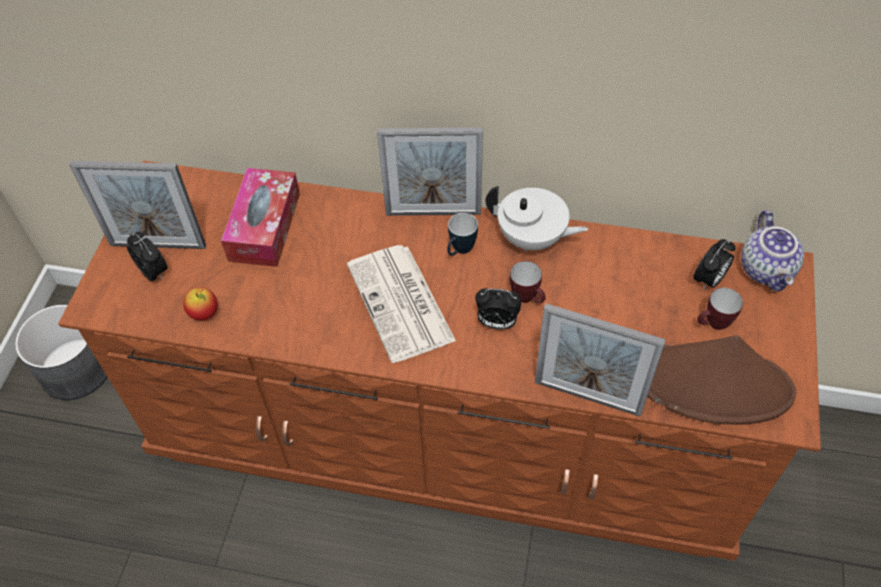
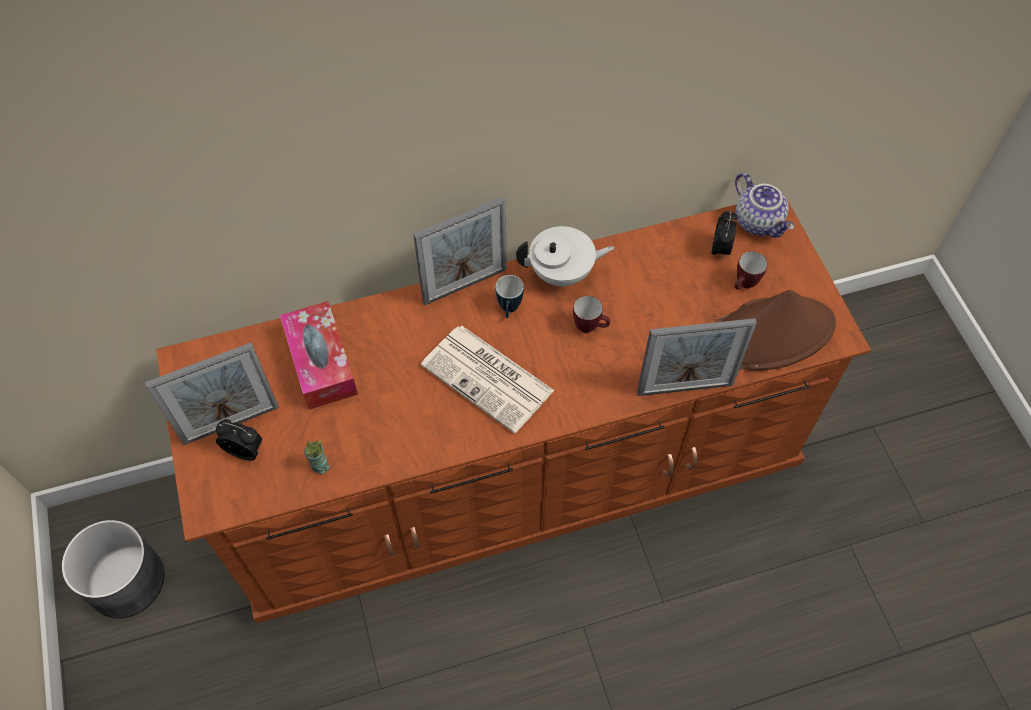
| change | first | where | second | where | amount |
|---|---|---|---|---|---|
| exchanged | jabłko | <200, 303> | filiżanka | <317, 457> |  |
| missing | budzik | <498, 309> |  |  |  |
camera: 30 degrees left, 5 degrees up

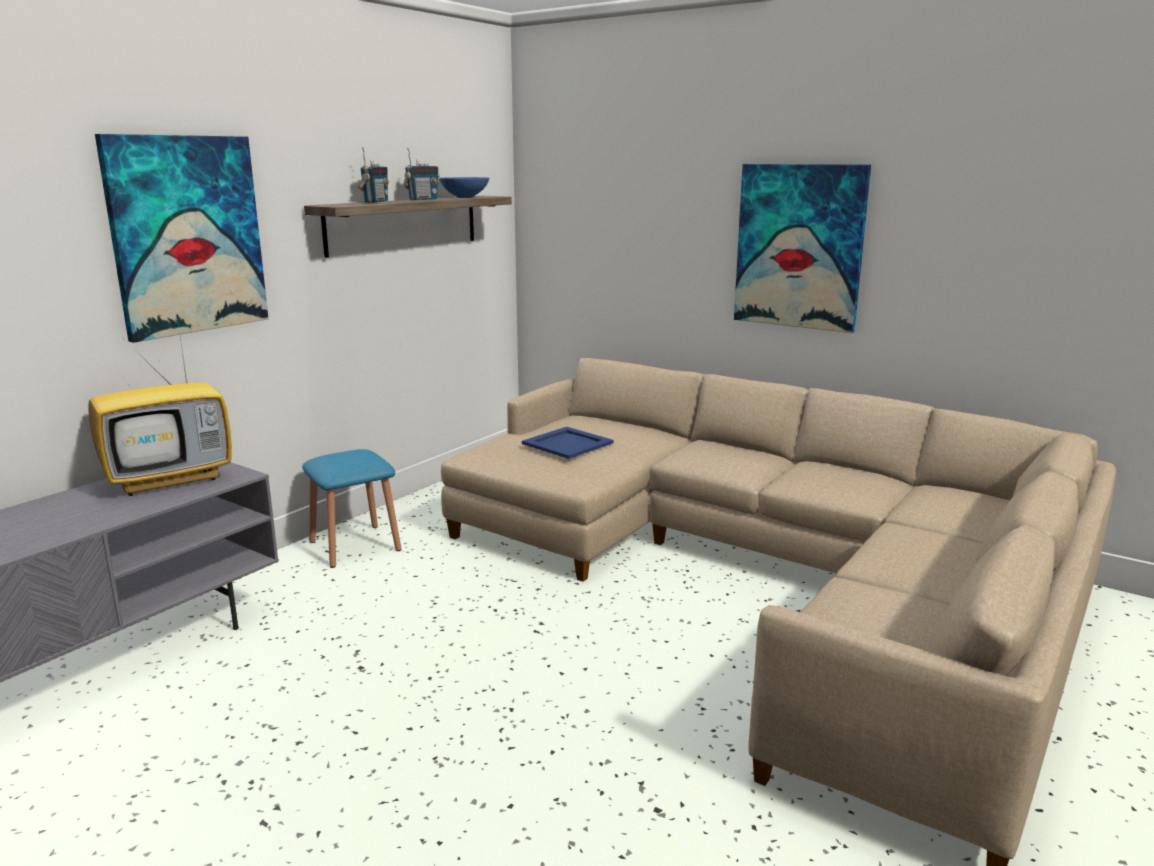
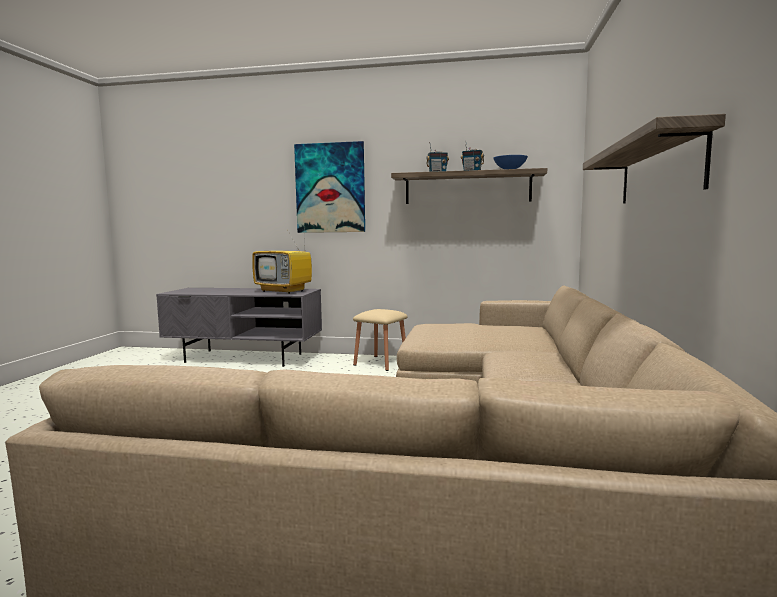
| change | first | where | second | where | amount |
|---|---|---|---|---|---|
| exchanged | obraz | <802, 248> | półka | <654, 158> |  |
| missing | taca/niebieski | <568, 443> |  |  |  |
| colour | stołek/niebieski | <352, 508> | stołek/beżowy | <380, 340> |  |
camera: 65 degrees right, 10 degrees down

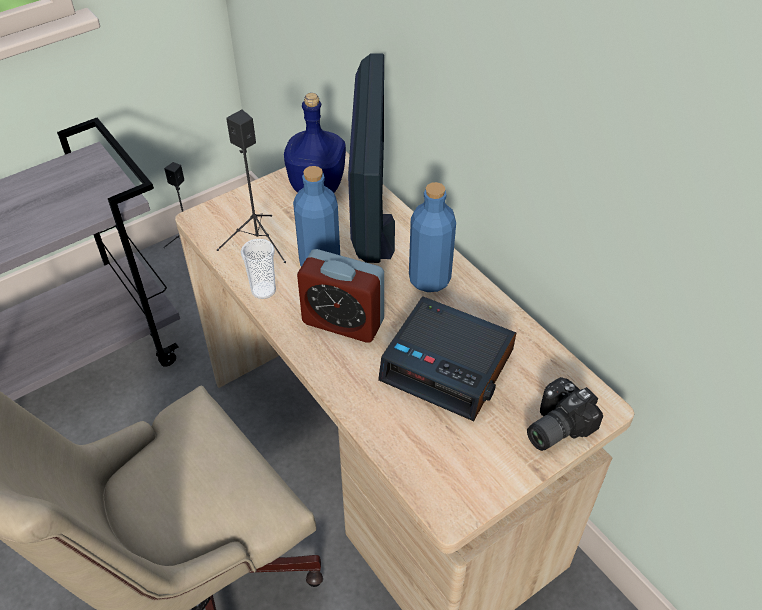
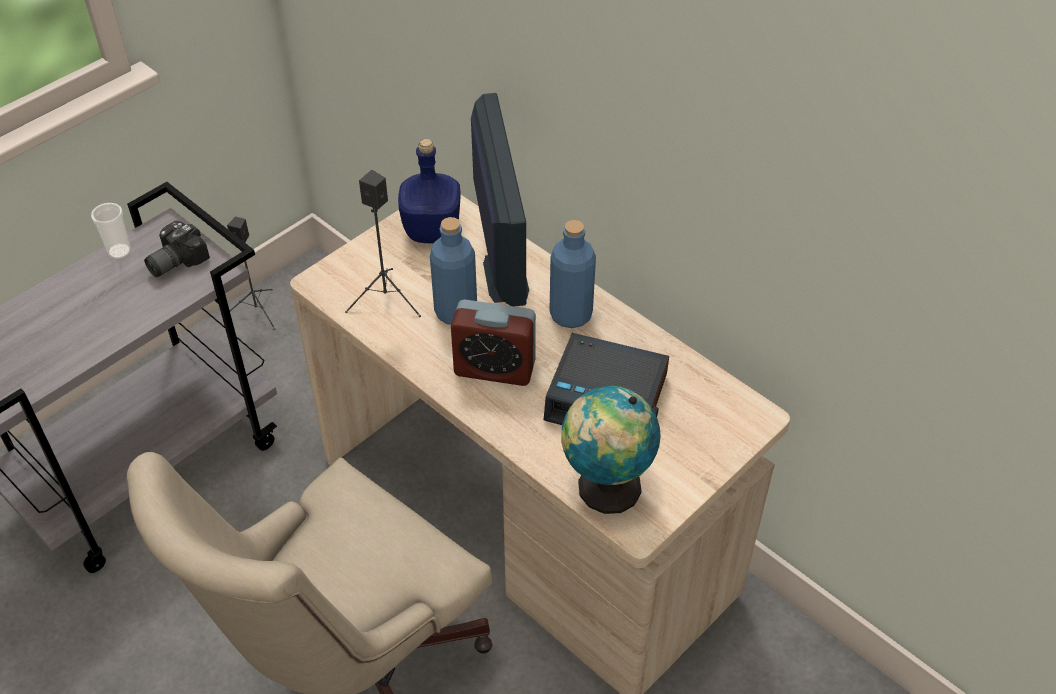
| change | first | where | second | where | amount |
|---|---|---|---|---|---|
| relocated | filiżanka | <258, 269> |  | <111, 231> |  |
| relocated | aparat fotograficzny | <565, 414> |  | <177, 249> |  |
| appeared |  |  | globus | <611, 450> |  |
camera: 10 degrees left, 0 degrees up

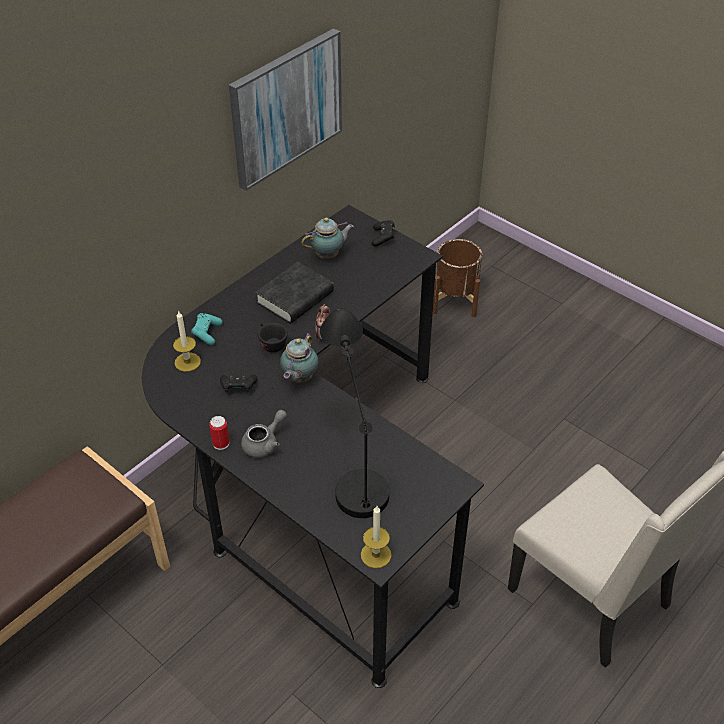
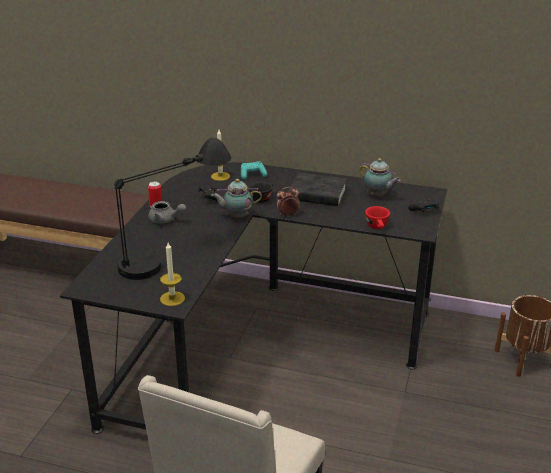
| change | first | where | second | where | amount |
|---|---|---|---|---|---|
| missing | obraz | <285, 109> |  |  |  |
| relocated | świeca | <376, 537> |  | <172, 274> |  |
| appeared |  |  | filiżanka/czerwony | <377, 217> |  |
camera: 65 degrees right, 15 degrees down

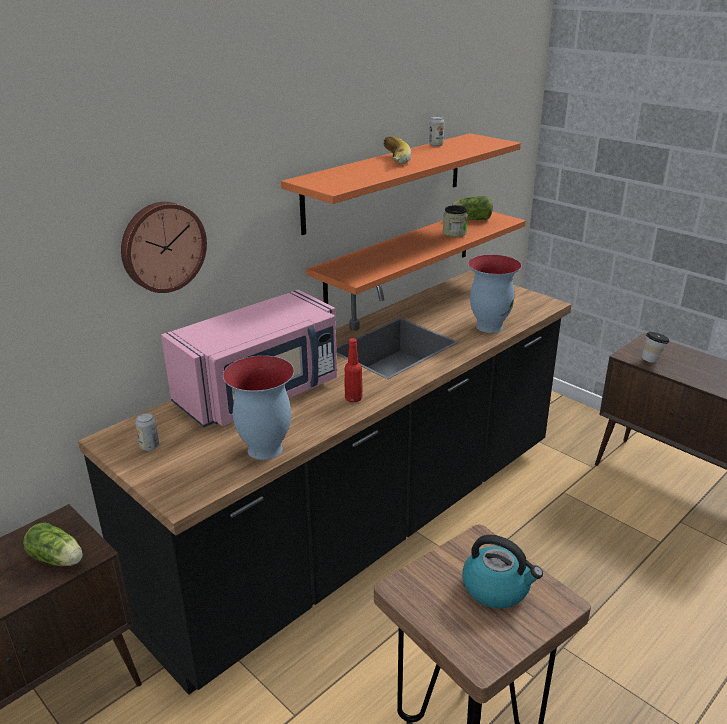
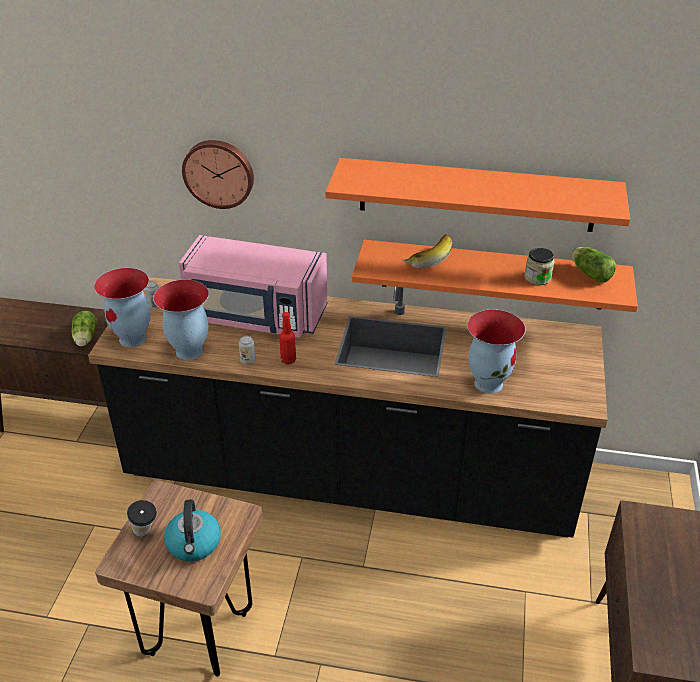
| change | first | where | second | where | amount |
|---|---|---|---|---|---|
| relocated | puszka | <436, 131> |  | <247, 350> |  |
| relocated | banan | <397, 150> |  | <427, 251> |  |
| relocated | filiżanka | <656, 347> |  | <142, 518> |  |
| appeared |  |  | wazon | <122, 307> |  |
camera: 55 degrees right, 10 degrees up

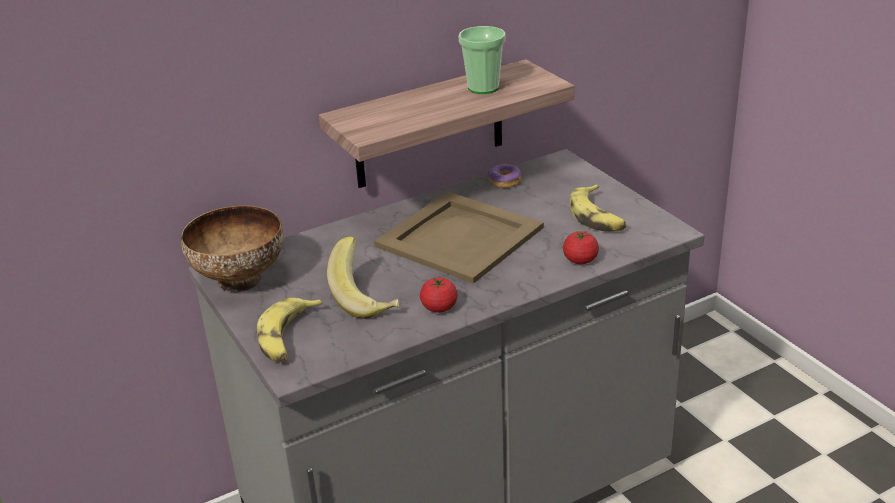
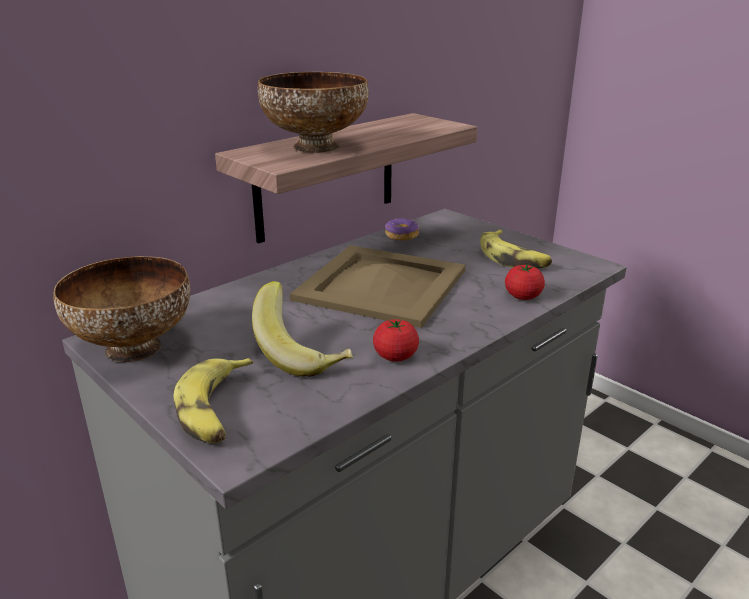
| change | first | where | second | where | amount |
|---|---|---|---|---|---|
| missing | filiżanka | <482, 60> |  |  |  |
| appeared |  |  | miska | <313, 112> |  |
camera: 15 degrees left, 5 degrees down

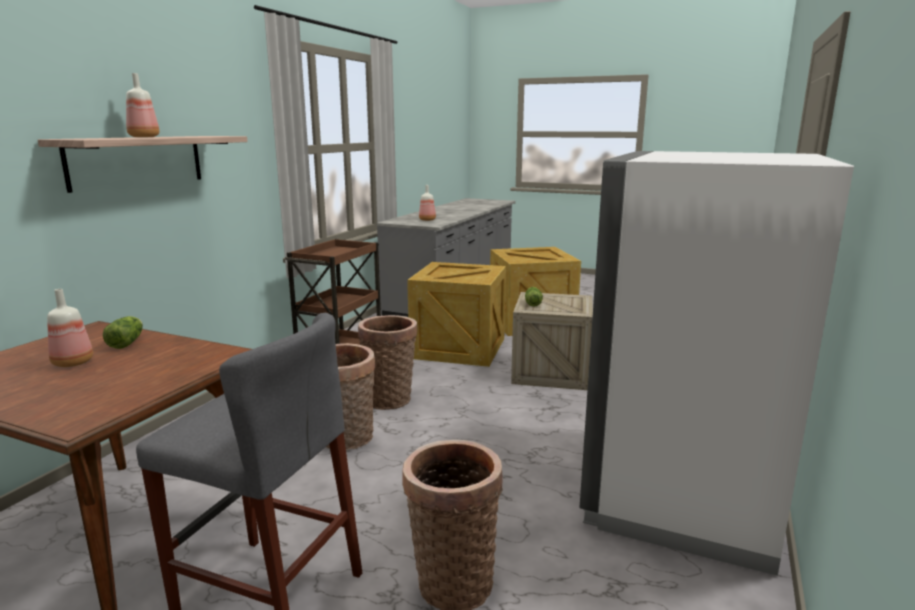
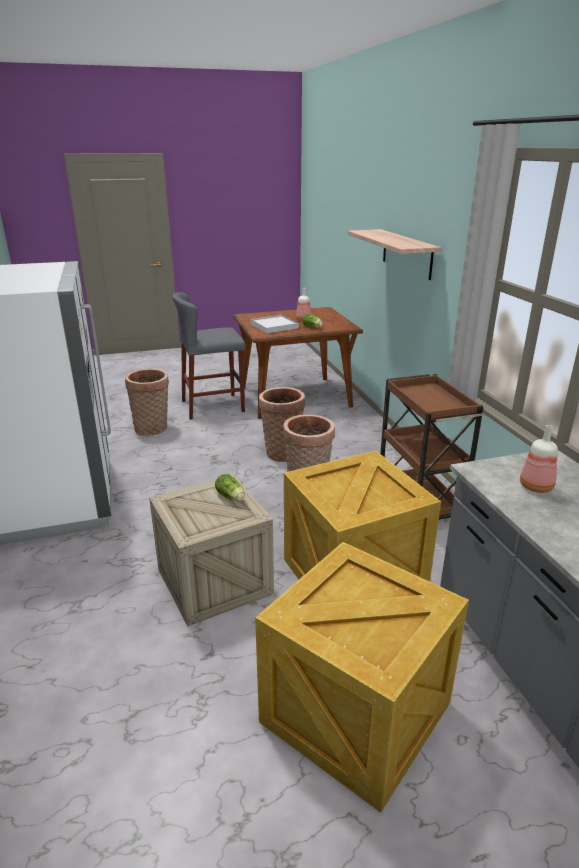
| change | first | where | second | where | amount |
|---|---|---|---|---|---|
| missing | butelka | <143, 105> |  |  |  |
| appeared |  |  | taca/biały | <275, 324> |  |
camera: 140 degrees right, 10 degrees up

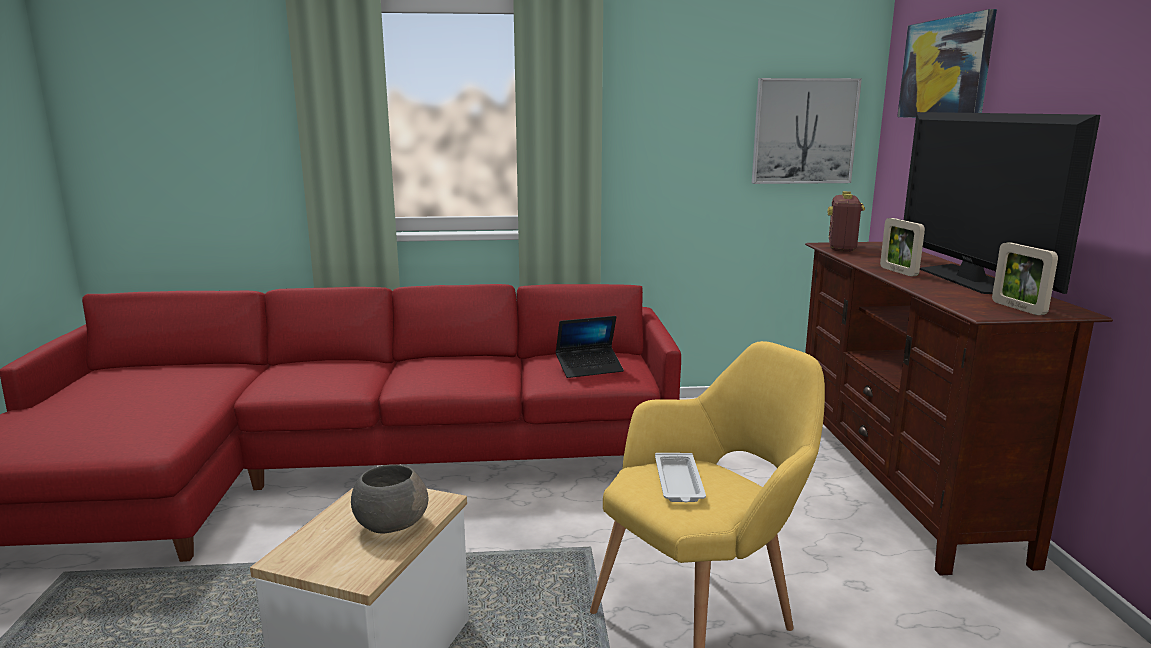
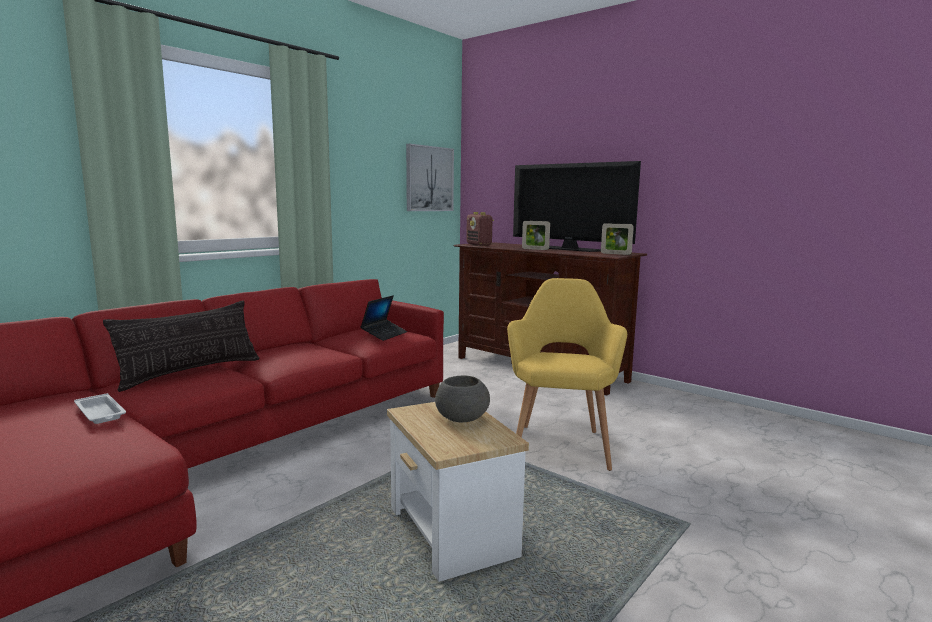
| change | first | where | second | where | amount |
|---|---|---|---|---|---|
| missing | obraz | <947, 63> |  |  |  |
| relocated | taca/biały | <680, 477> |  | <100, 408> |  |
| appeared |  |  | poduszka | <181, 346> |  |
camera: 45 degrees left, 5 degrees down

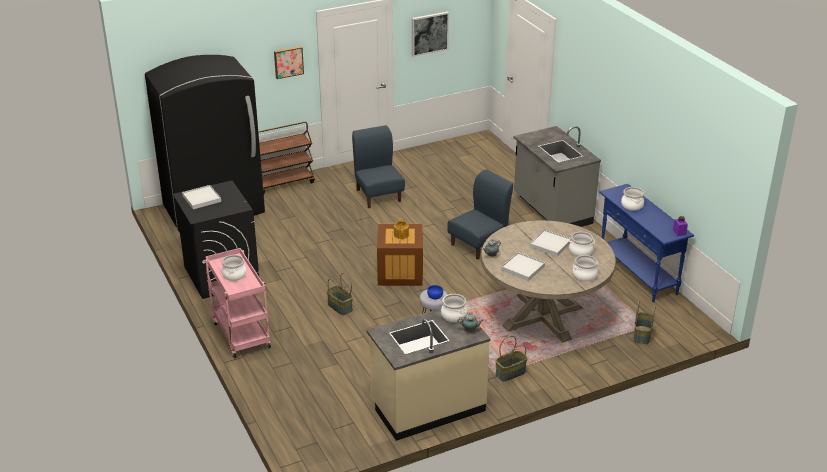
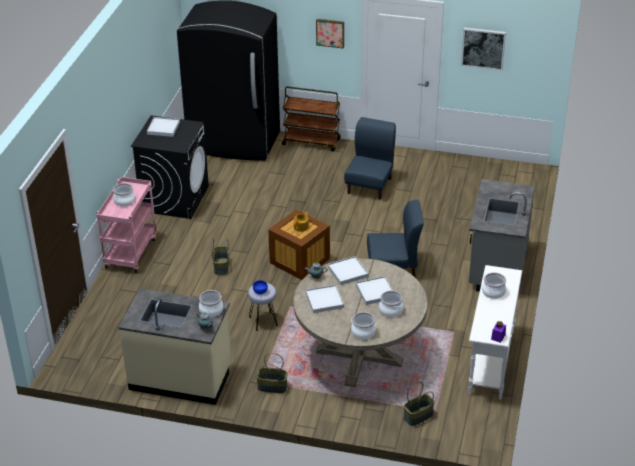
| change | first | where | second | where | amount |
|---|---|---|---|---|---|
| colour | stolik konsolowy/niebieski | <646, 243> | stolik konsolowy/biały | <495, 332> |  |
| appeared |  |  | taca/biały | <348, 270> |  |
camera: 40 degrees right, 5 degrees up

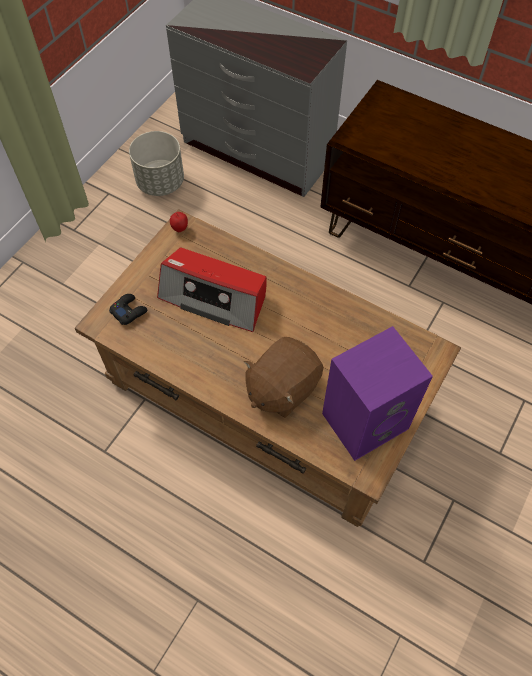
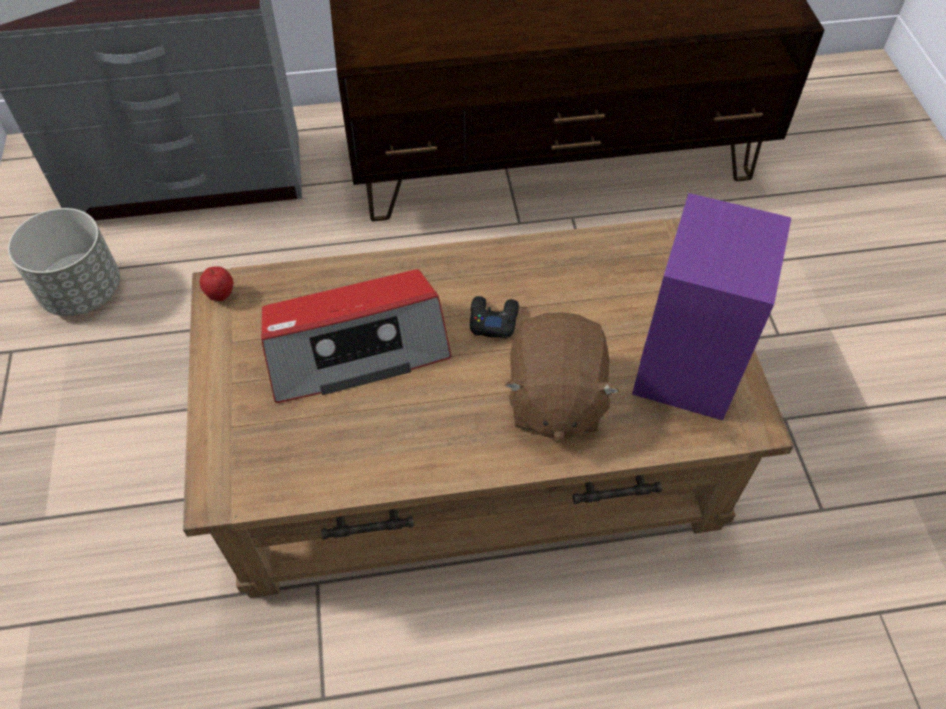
| change | first | where | second | where | amount |
|---|---|---|---|---|---|
| relocated | pad do gier/czarny | <128, 309> |  | <494, 317> |  |
camera: 40 degrees left, 5 degrees down

